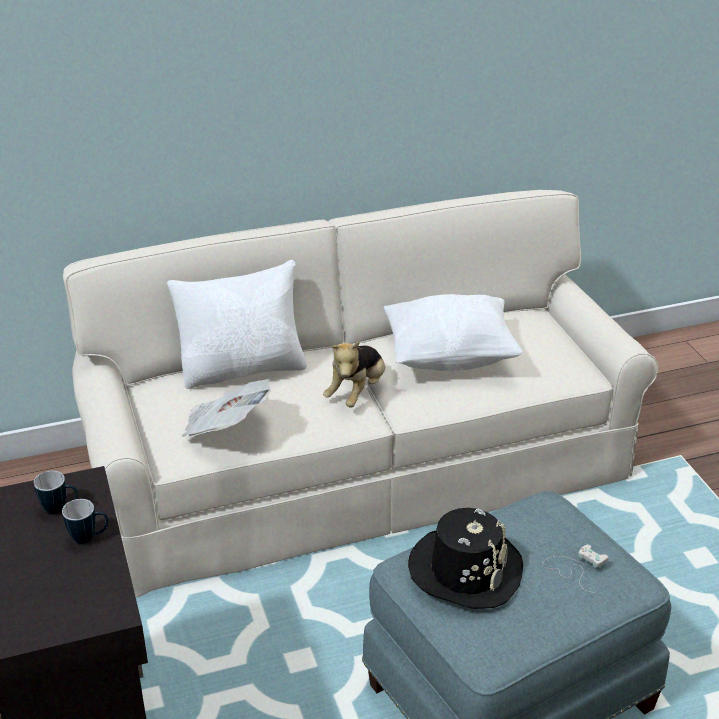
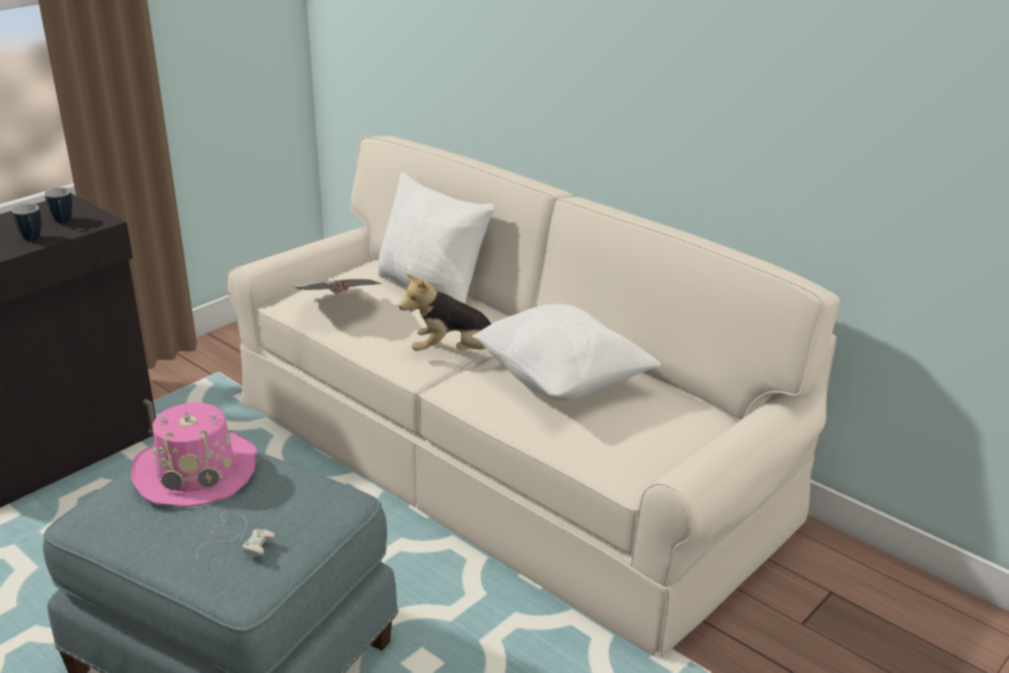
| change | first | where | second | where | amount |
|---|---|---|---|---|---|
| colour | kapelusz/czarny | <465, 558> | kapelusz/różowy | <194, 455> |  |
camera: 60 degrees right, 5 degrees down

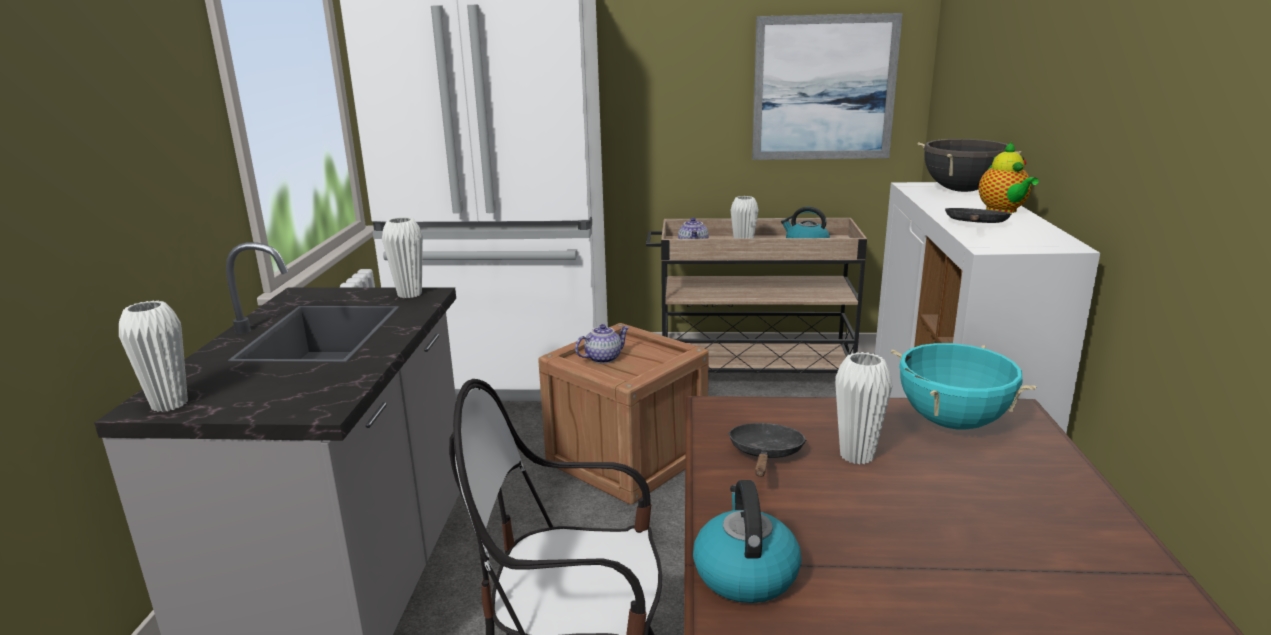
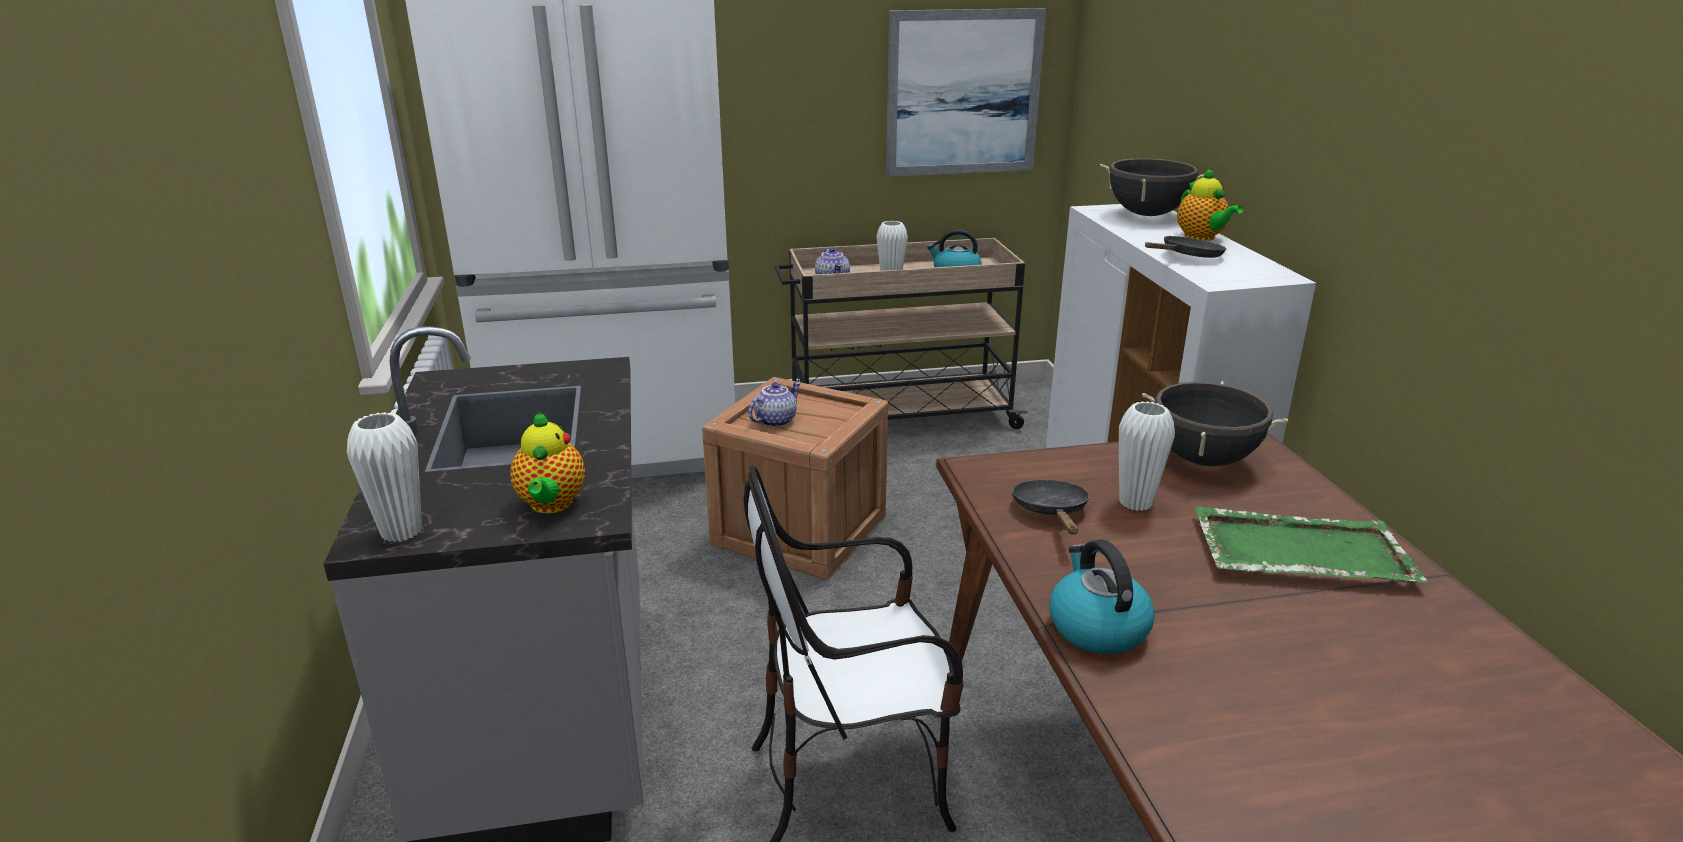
| change | first | where | second | where | amount |
|---|---|---|---|---|---|
| spun | patelnia/czarny | <978, 215> |  | <1185, 247> | 45 degrees clockwise |
| missing | wazon/biały | <402, 257> |  |  |  |
| colour | garnek/turkusowy | <964, 386> | garnek/czarny | <1215, 423> |  |
| appeared |  |  | imbryk | <547, 462> |  |
| appeared |  |  | taca/zielony | <1311, 544> |  |
camera: 15 degrees left, 5 degrees up

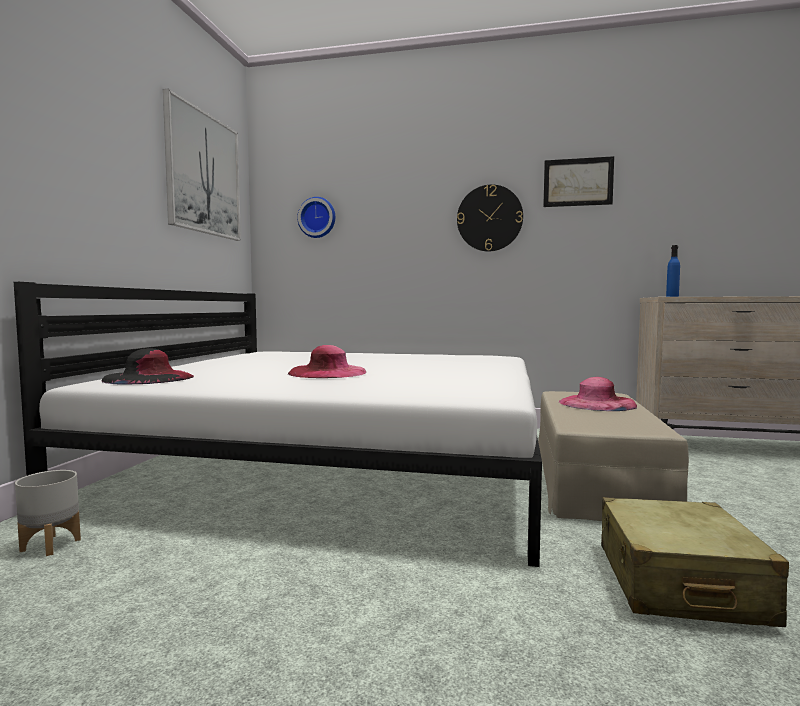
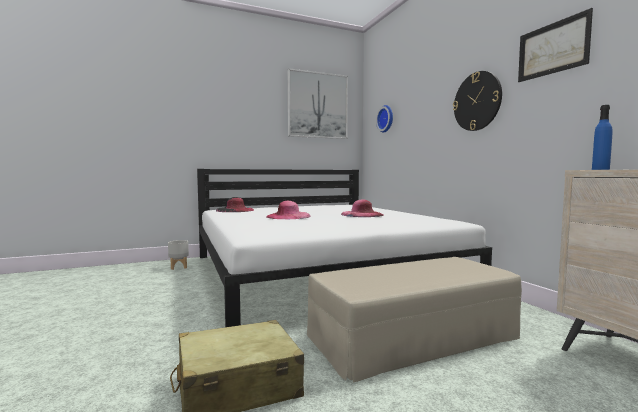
| change | first | where | second | where | amount |
|---|---|---|---|---|---|
| relocated | kapelusz/różowy | <598, 394> |  | <362, 208> |  |
camera: 55 degrees right, 0 degrees up

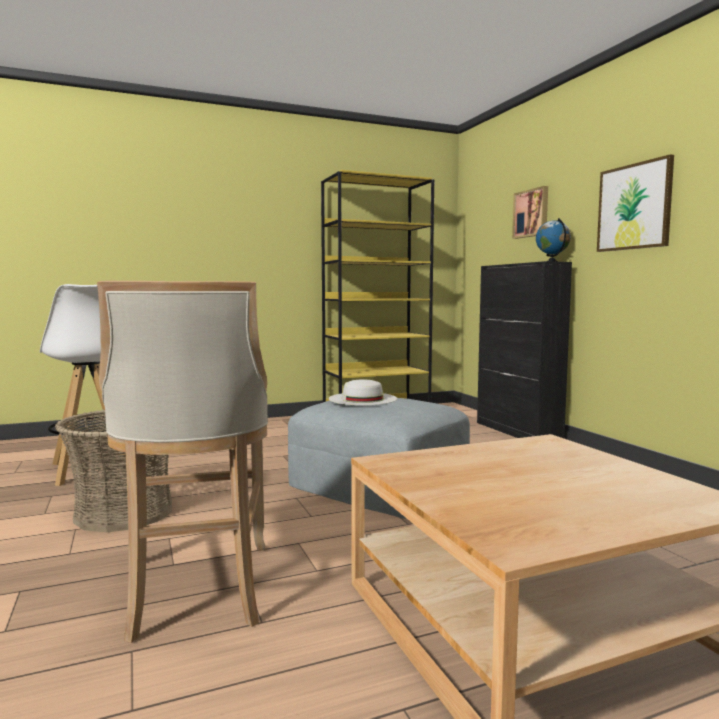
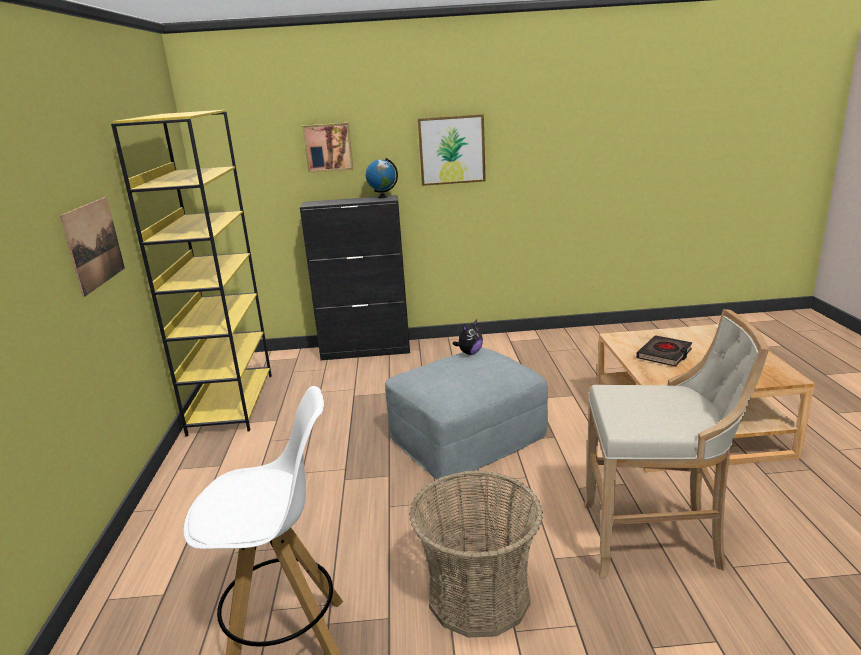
| change | first | where | second | where | amount |
|---|---|---|---|---|---|
| missing | kapelusz/biały | <363, 392> |  |  |  |
| appeared |  |  | obraz | <92, 247> |  |
| appeared |  |  | pluszak | <468, 337> |  |
| appeared |  |  | książka/czarny | <664, 351> |  |
camera: 70 degrees left, 15 degrees up

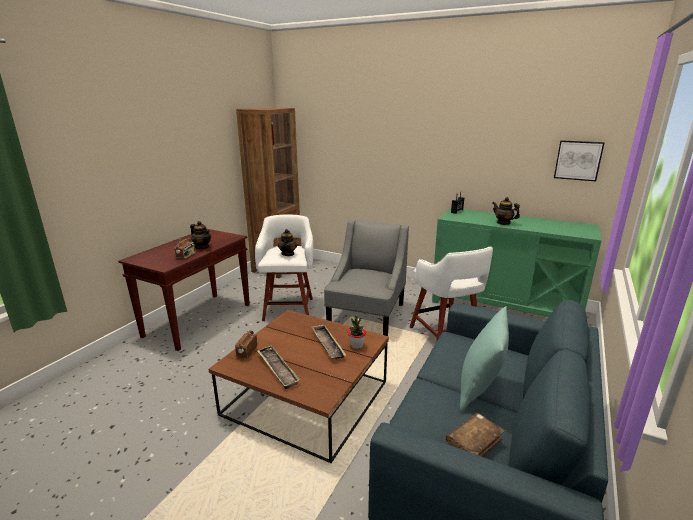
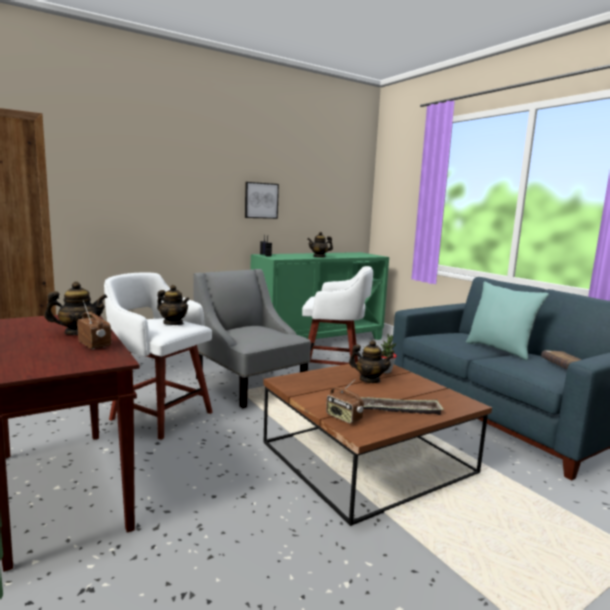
| change | first | where | second | where | amount |
|---|---|---|---|---|---|
| relocated | obraz | <579, 160> |  | <262, 200> |  |
| exchanged | taca | <328, 341> | imbryk | <371, 361> |  |
camera: 60 degrees left, 10 degrees down

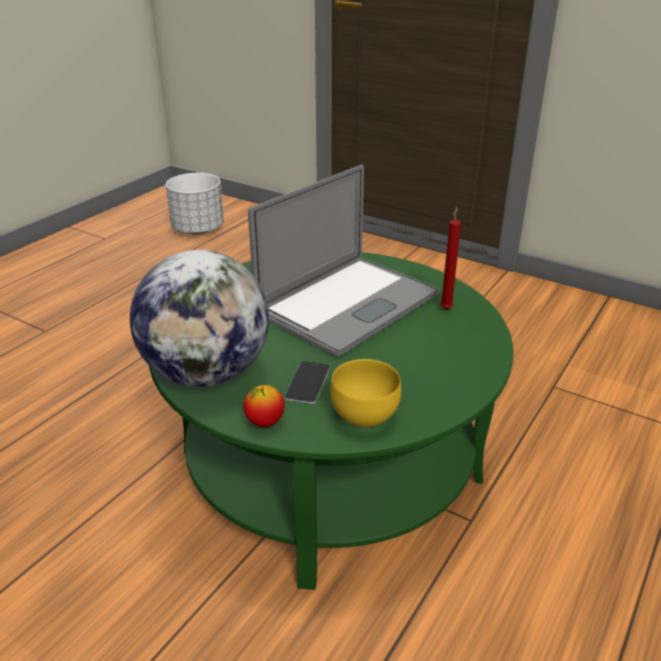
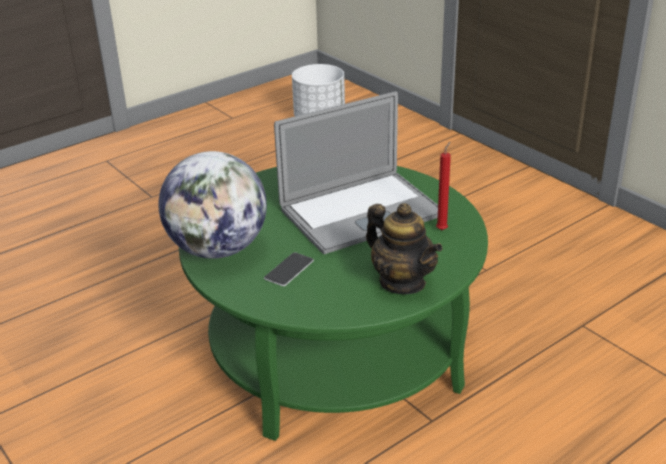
| change | first | where | second | where | amount |
|---|---|---|---|---|---|
| missing | miska/żółty | <365, 393> |  |  |  |
| missing | jabłko | <264, 406> |  |  |  |
| appeared |  |  | imbryk | <404, 248> |  |
camera: 20 degrees right, 0 degrees up

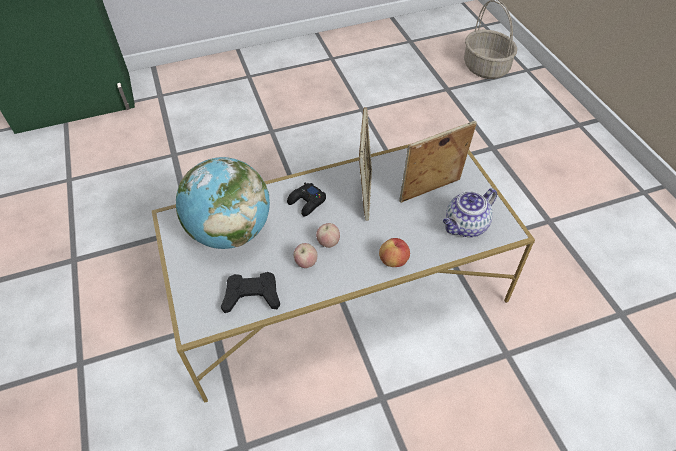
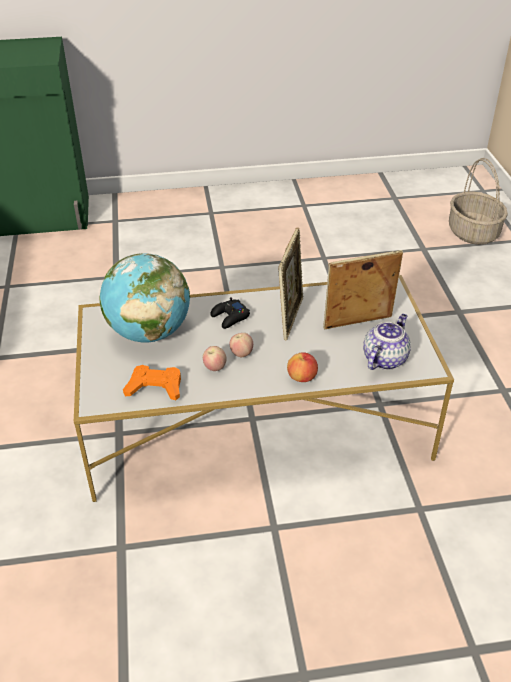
| change | first | where | second | where | amount |
|---|---|---|---|---|---|
| spun | imbryk | <470, 212> |  | <387, 342> | 150 degrees clockwise |
| colour | pad do gier/czarny | <250, 292> | pad do gier/pomarańczowy | <152, 382> |  |
camera: 10 degrees right, 10 degrees down

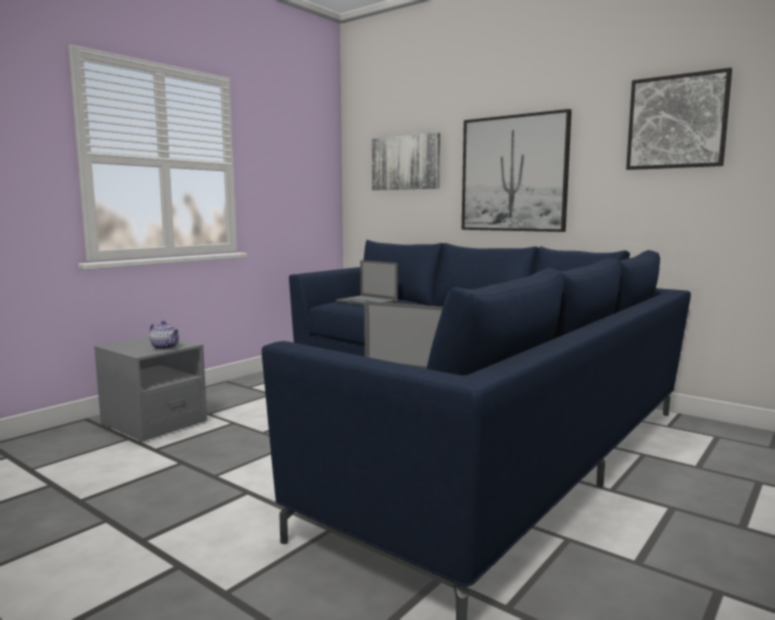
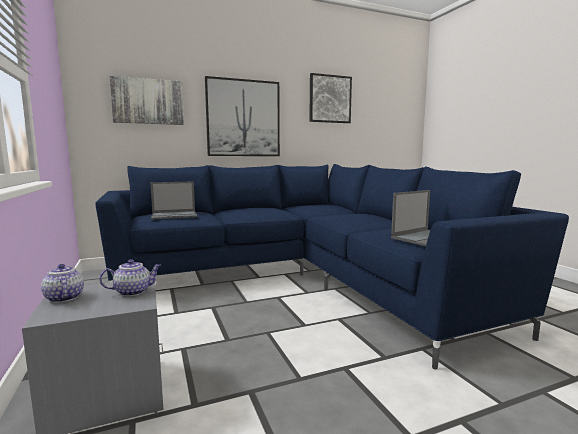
| change | first | where | second | where | amount |
|---|---|---|---|---|---|
| appeared |  |  | imbryk | <62, 283> |  |
camera: 60 degrees left, 0 degrees up

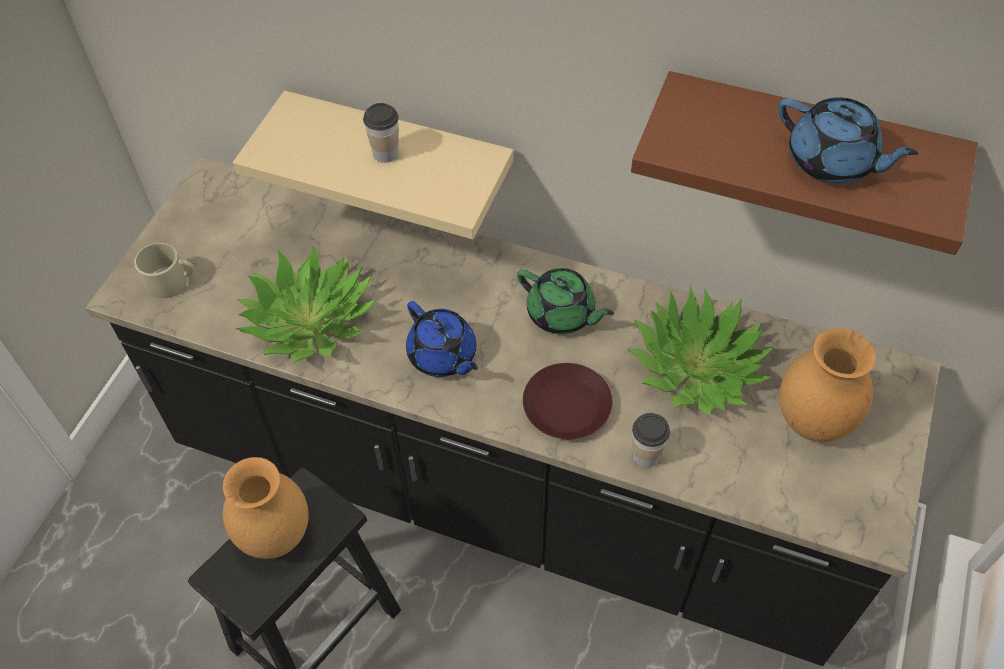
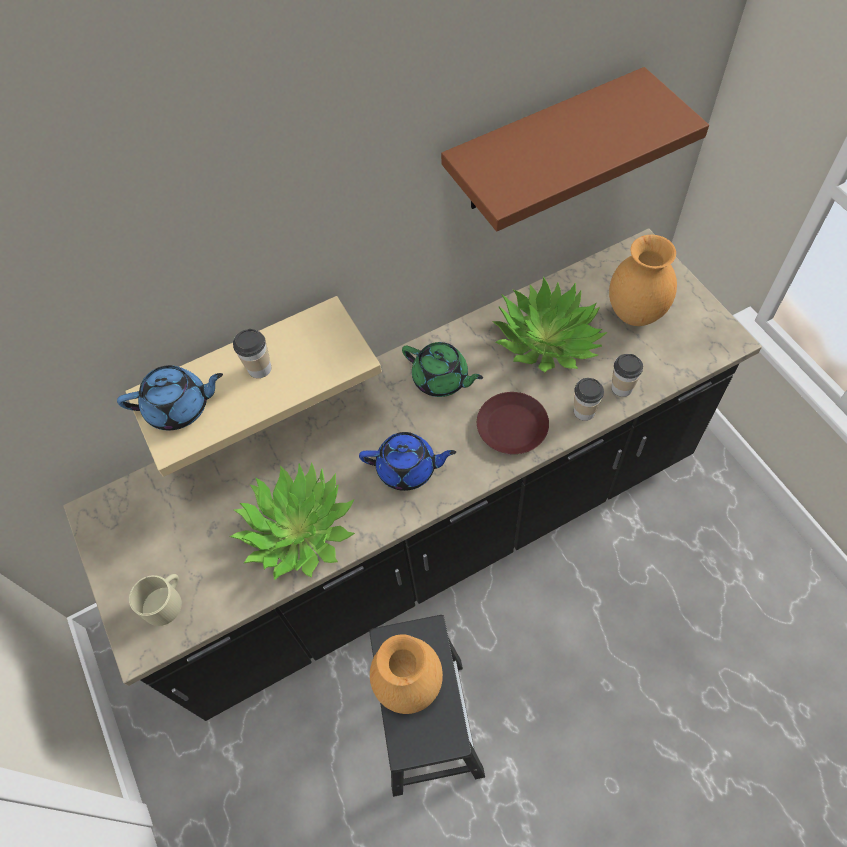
| change | first | where | second | where | amount |
|---|---|---|---|---|---|
| relocated | imbryk/niebieski | <848, 140> |  | <170, 397> |  |
| spun | imbryk/zielony | <565, 301> |  | <442, 369> | 45 degrees clockwise |
| appeared |  |  | filiżanka | <627, 375> |  |
camera: 45 degrees left, 5 degrees up

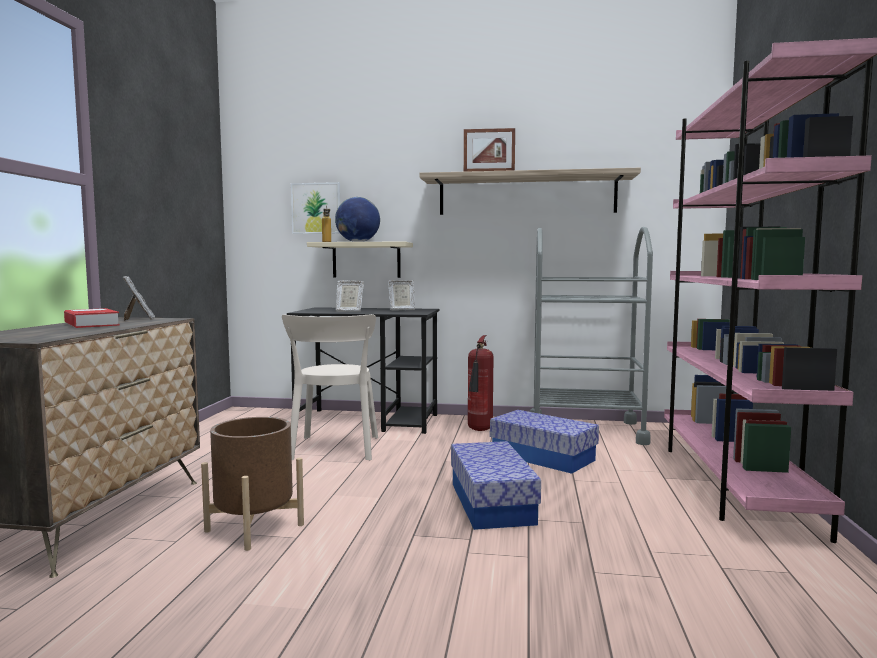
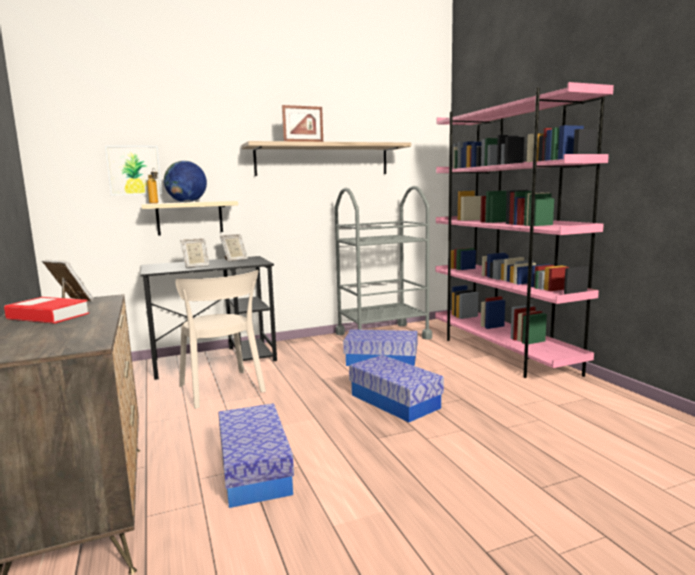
| change | first | where | second | where | amount |
|---|---|---|---|---|---|
| missing | gaśnica | <480, 383> |  |  |  |
| exchanged | donica/brązowy | <252, 484> | pojemnik do przechowywania | <256, 455> |  |
camera: 30 degrees left, 5 degrees up

